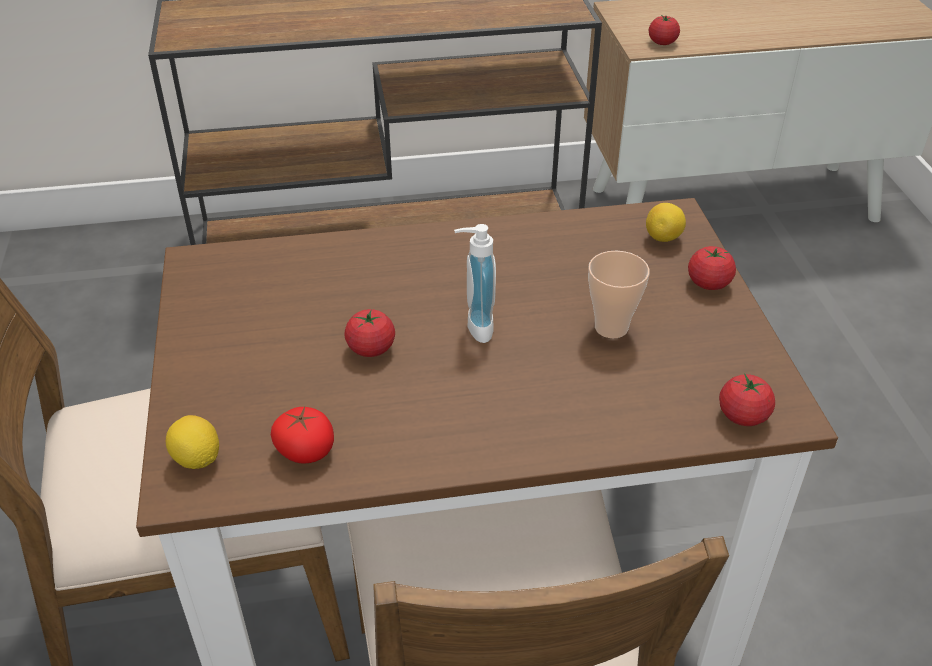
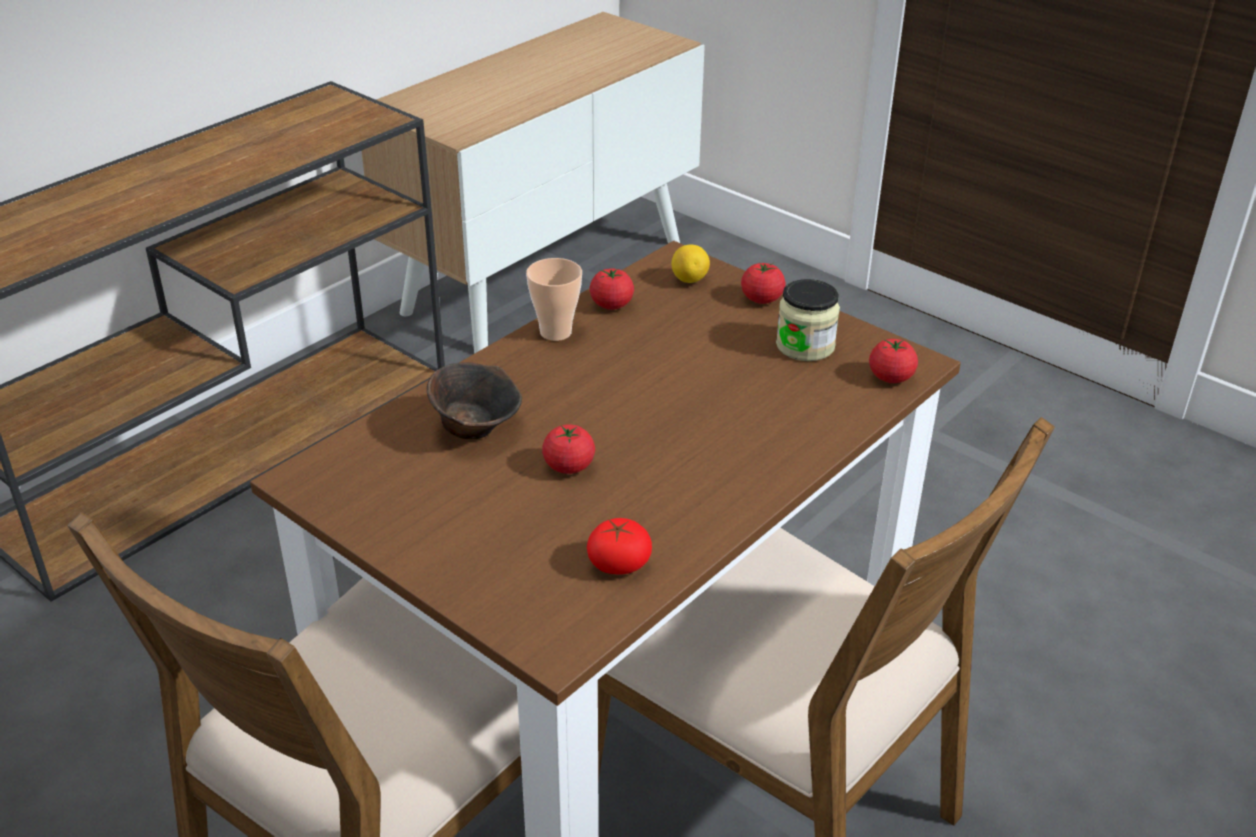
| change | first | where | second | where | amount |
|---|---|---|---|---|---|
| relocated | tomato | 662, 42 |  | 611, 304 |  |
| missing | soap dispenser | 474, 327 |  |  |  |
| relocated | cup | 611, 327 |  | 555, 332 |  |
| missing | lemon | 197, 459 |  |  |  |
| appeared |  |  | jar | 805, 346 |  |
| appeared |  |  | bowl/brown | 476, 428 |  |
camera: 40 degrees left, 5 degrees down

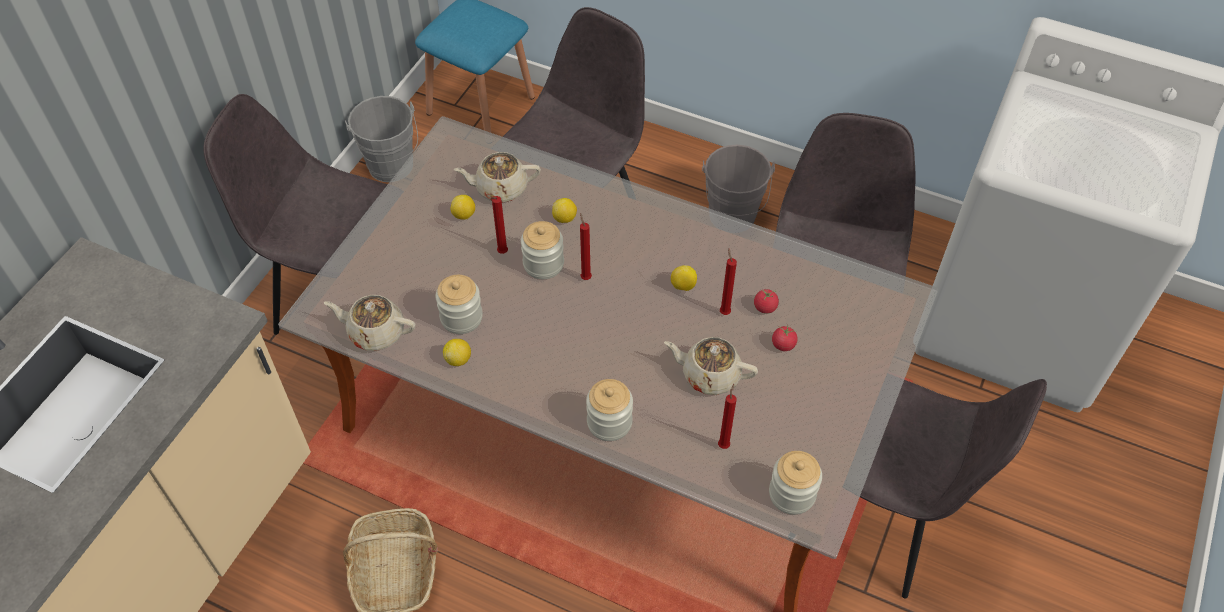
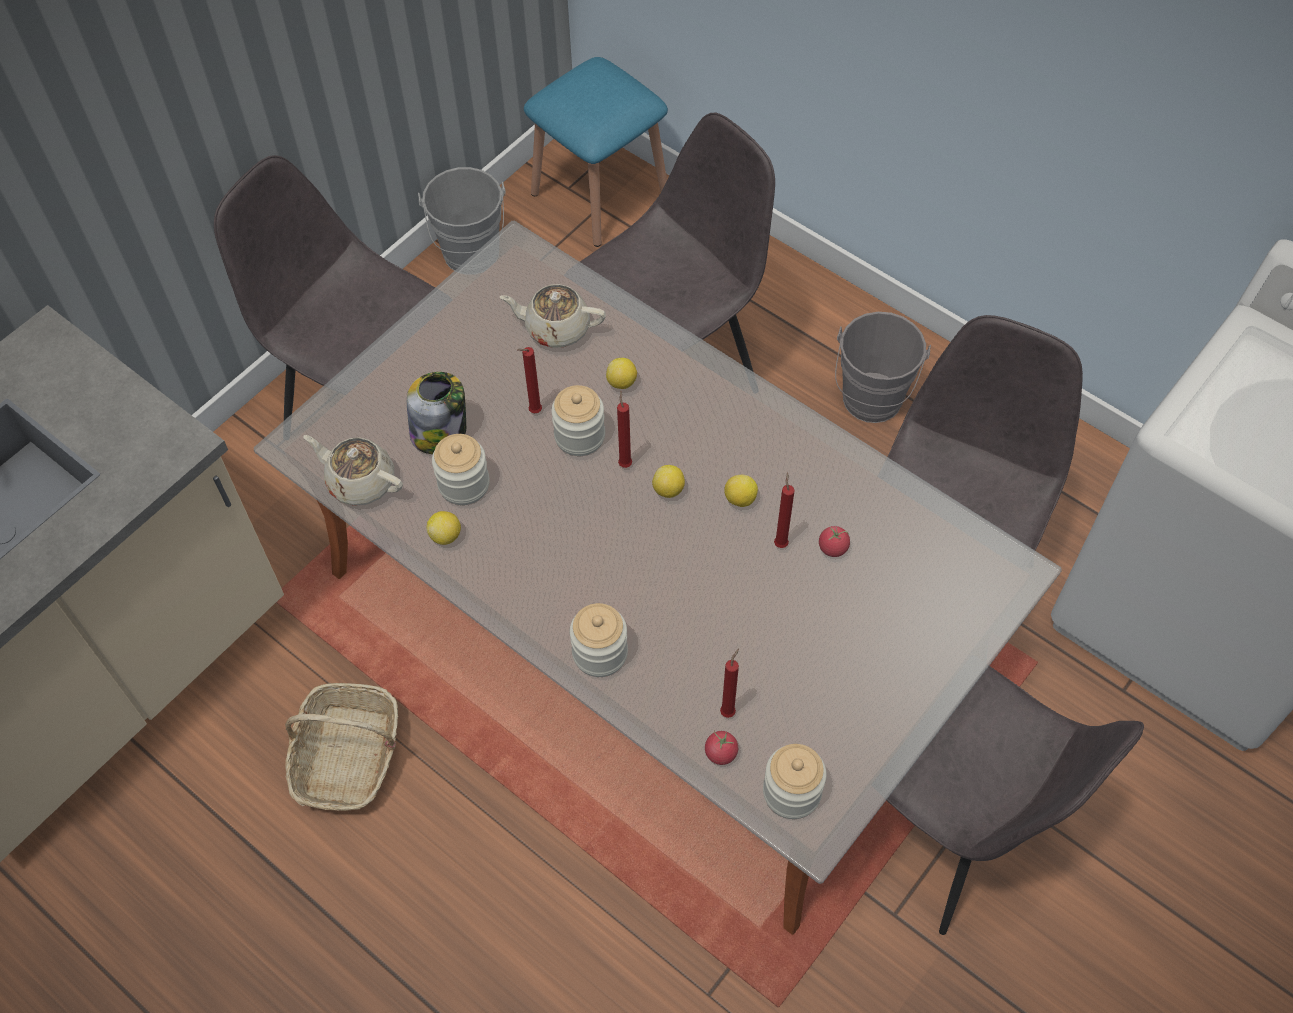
| change | first | where | second | where | amount |
|---|---|---|---|---|---|
| relocated | lemon | 464, 215 |  | 668, 490 |  |
| relocated | tomato | 783, 344 |  | 721, 753 |  |
| missing | teapot/beige | 709, 375 |  |  |  |
| appeared |  |  | jar | 440, 432 |  |
camera: 15 degrees right, 5 degrees up

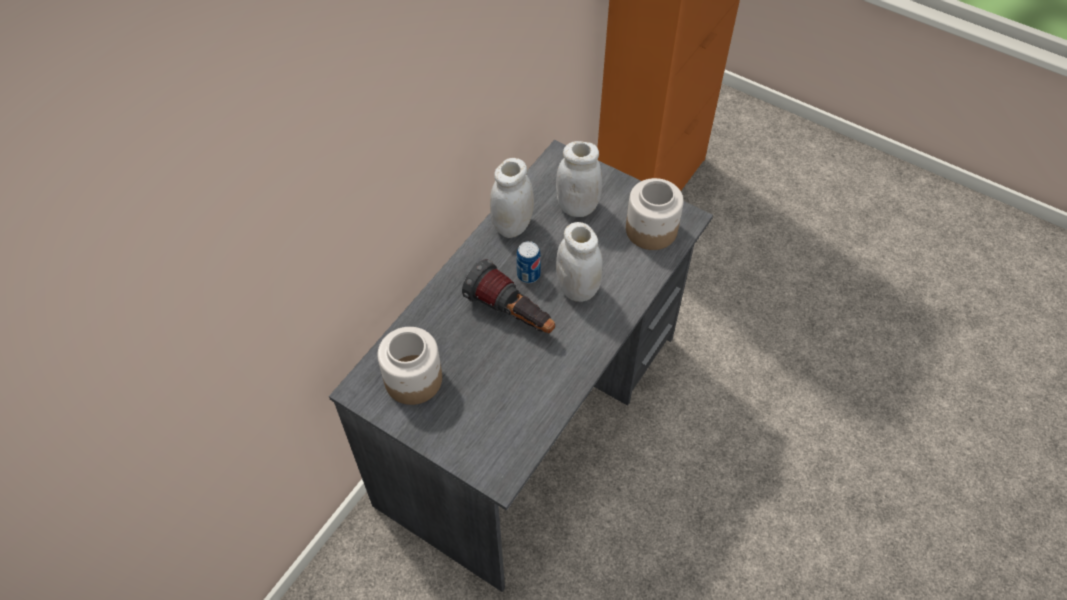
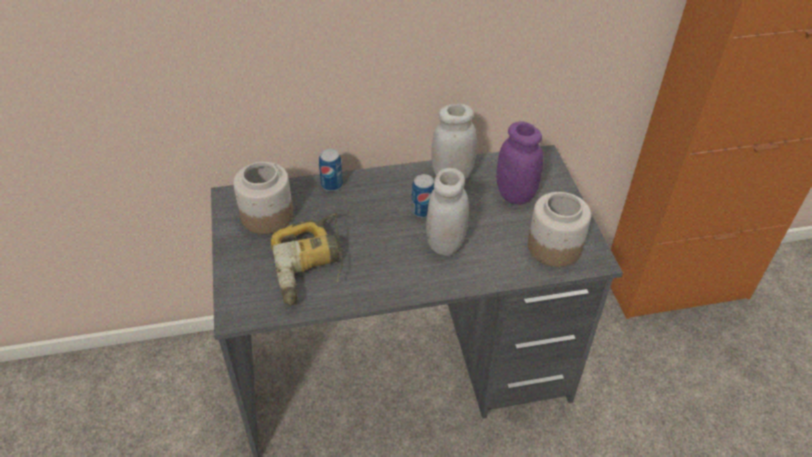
| change | first | where | second | where | amount |
|---|---|---|---|---|---|
| colour | jar/white | 577, 207 | jar/purple | 515, 194 |  |
| missing | flashlight | 512, 314 |  |  |  |
| appeared |  |  | can | 332, 185 |  |
| appeared |  |  | power drill | 311, 266 |  |
camera: 45 degrees right, 10 degrees down

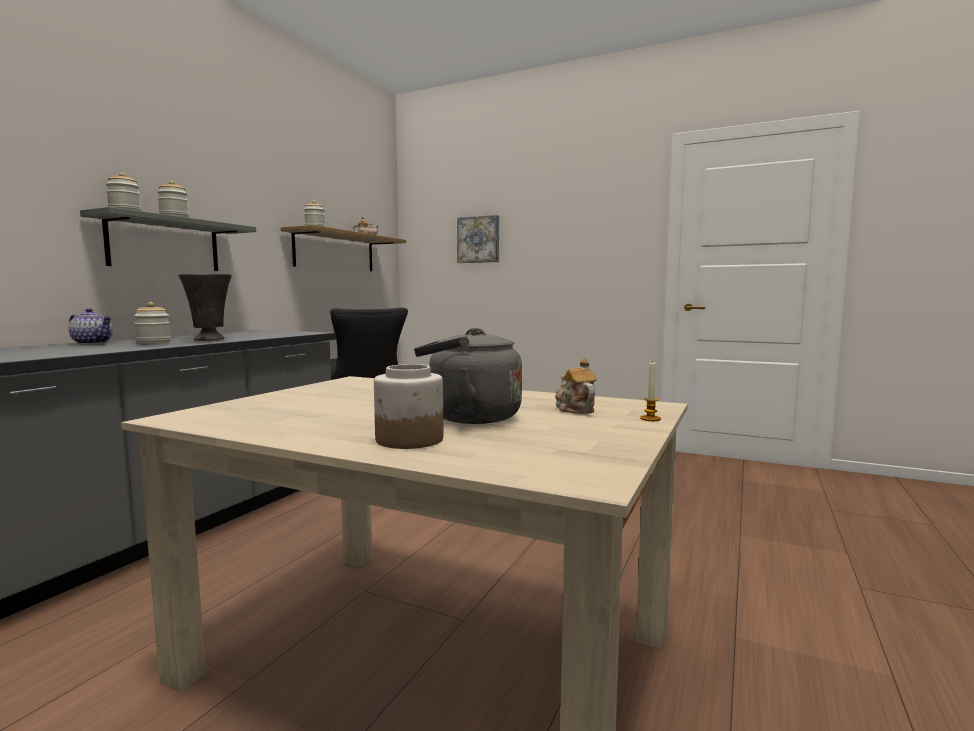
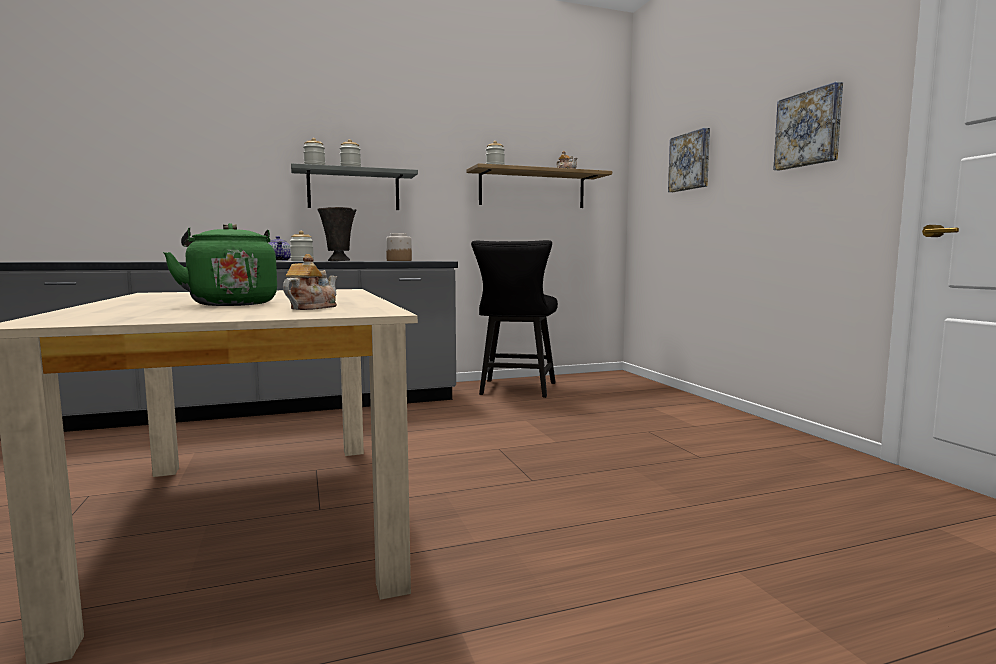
| change | first | where | second | where | amount |
|---|---|---|---|---|---|
| colour | kettle/grey | 468, 417 | kettle/green | 231, 304 |  |
| missing | candle | 650, 419 |  |  |  |
| relocated | jar | 409, 440 |  | 398, 261 |  |
| appeared |  |  | picture | 809, 129 |  |
camera: 45 degrees right, 0 degrees up

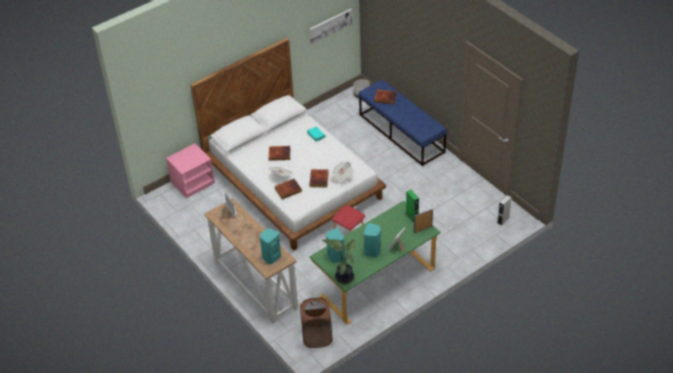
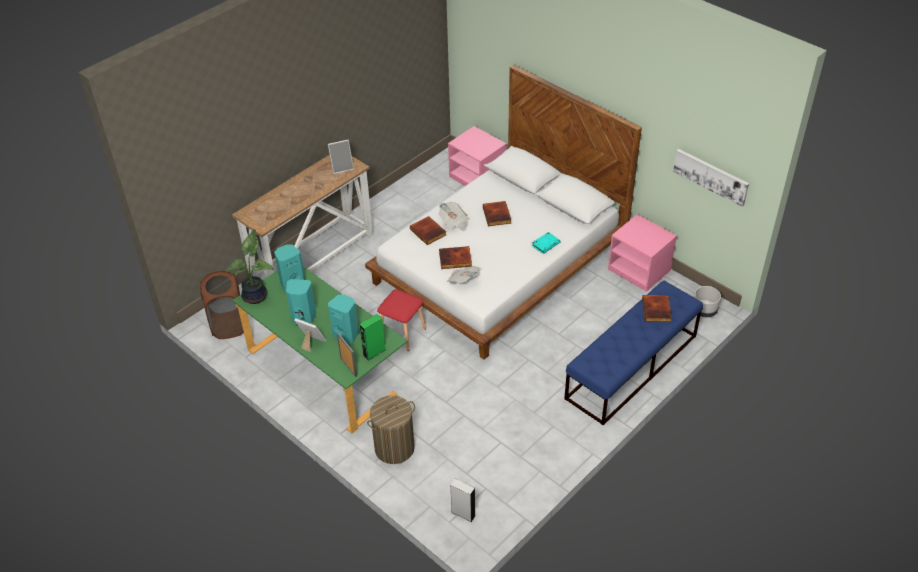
| change | first | where | second | where | amount |
|---|---|---|---|---|---|
| relocated | speaker/turquoise | 271, 257 |  | 346, 334 |  |
| appeared |  |  | nightstand/pink | 640, 270 |  |
| appeared |  |  | laundry basket | 394, 448 |  |
camera: 80 degrees right, 0 degrees up

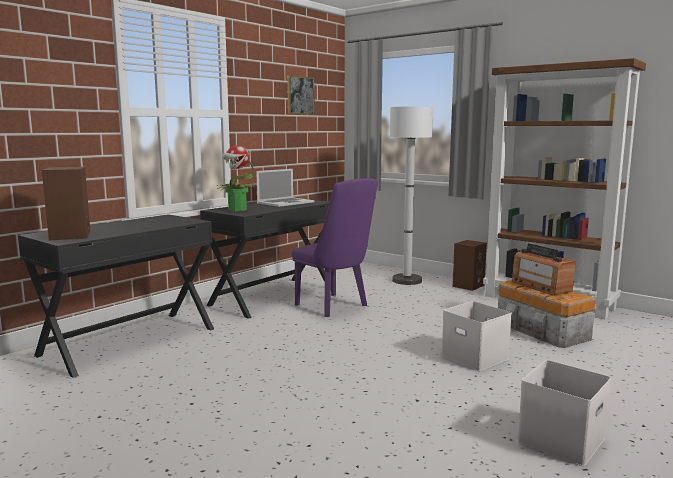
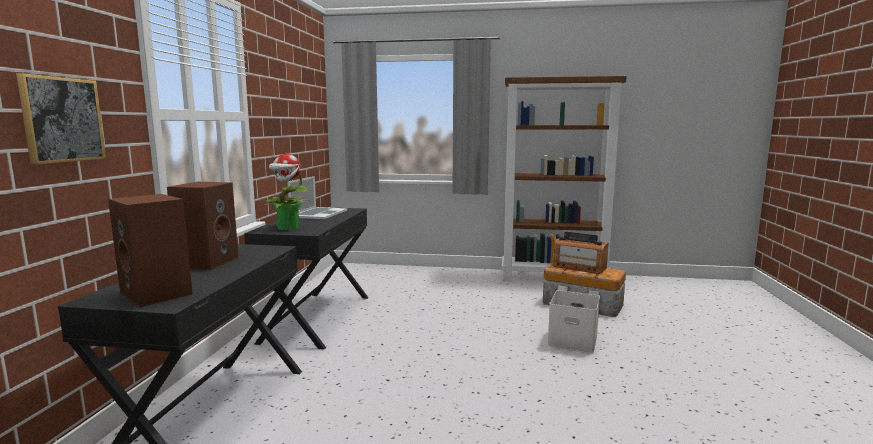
| change | first | where | second | where | amount |
|---|---|---|---|---|---|
| relocated | picture | 300, 95 |  | 62, 120 |  |
| missing | floor lamp/white | 407, 280 |  |  |  |
| missing | chair/purple | 335, 306 |  |  |  |
| relocated | speaker/brown | 468, 285 |  | 207, 262 |  |
| missing | storage box/white | 562, 441 |  |  |  |
camera: 30 degrees left, 0 degrees up

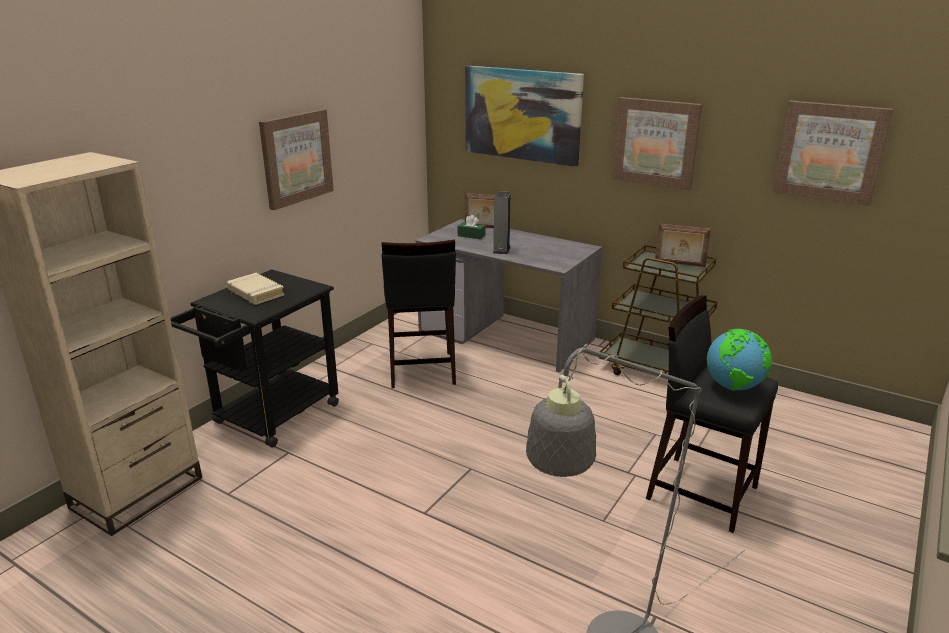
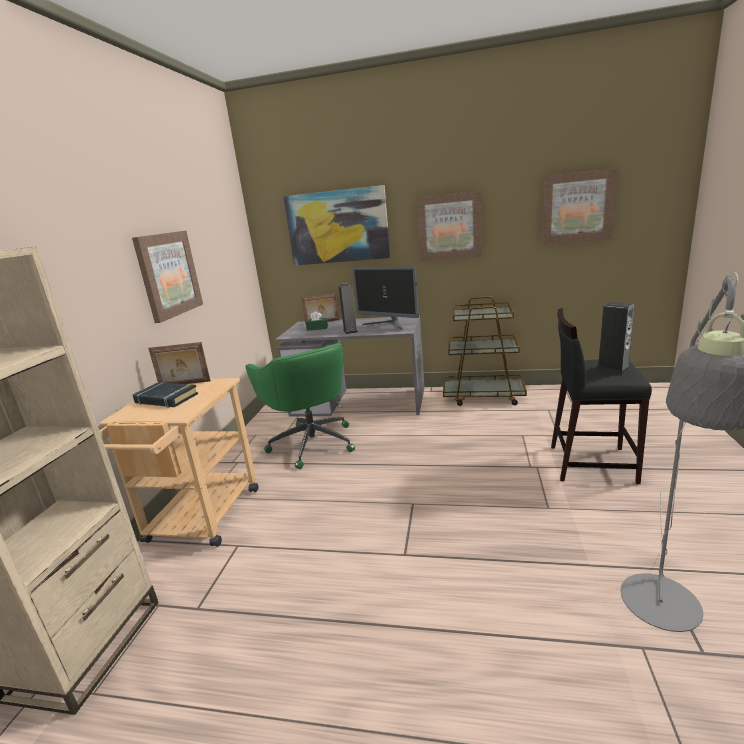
| change | first | where | second | where | amount |
|---|---|---|---|---|---|
| relocated | picture frame | 679, 264 |  | 184, 384 |  |
| exchanged | stool/black | 421, 370 | office chair/green | 312, 442 |  |
| colour | cart/black | 269, 418 | cart/beige | 199, 521 |  |
| colour | book/beige | 255, 293 | book/black | 166, 399 |  |
| exchanged | globe | 734, 387 | speaker | 613, 369 |  |
| appeared |  |  | monitor | 389, 324 |  |
camera: 20 degrees left, 5 degrees down

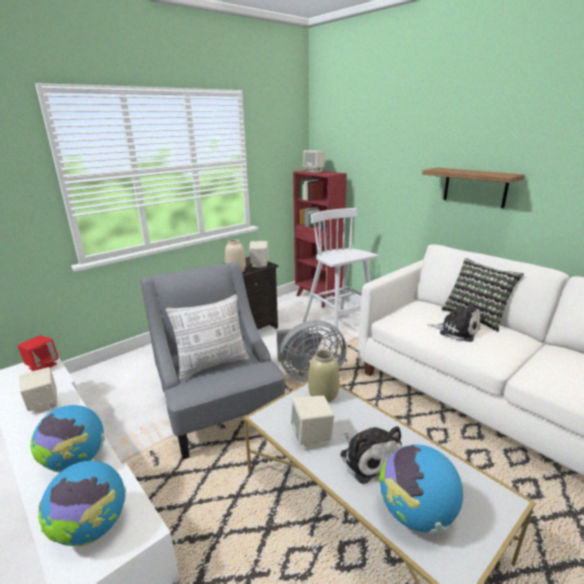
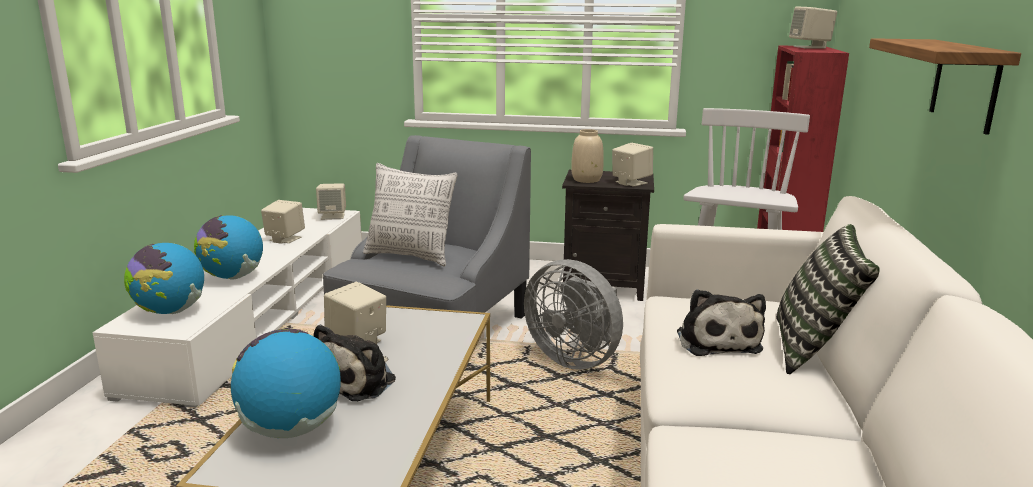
| change | first | where | second | where | amount |
|---|---|---|---|---|---|
| colour | speaker/red | 42, 366 | speaker/beige | 333, 216 |  |
| missing | vase/beige | 323, 395 |  |  |  |
camera: 50 degrees right, 5 degrees down

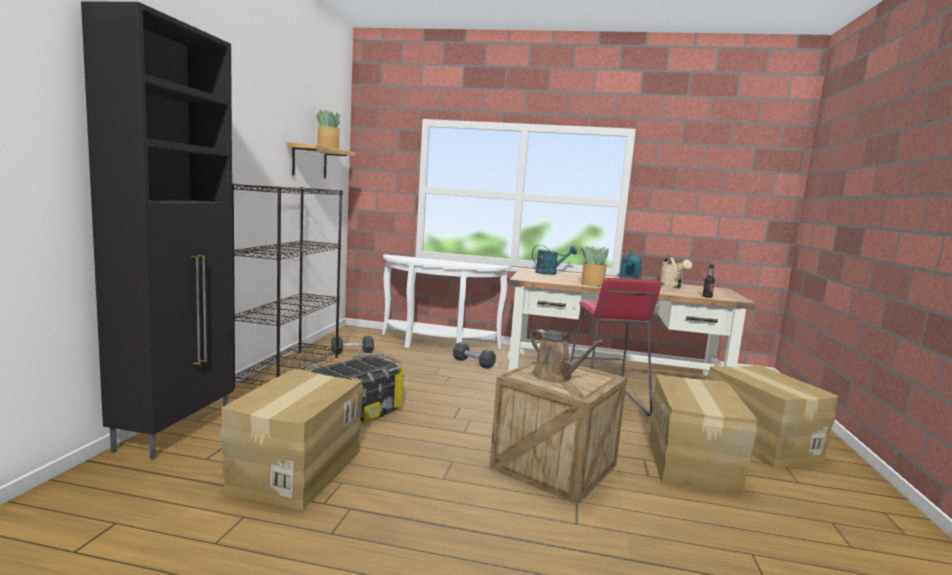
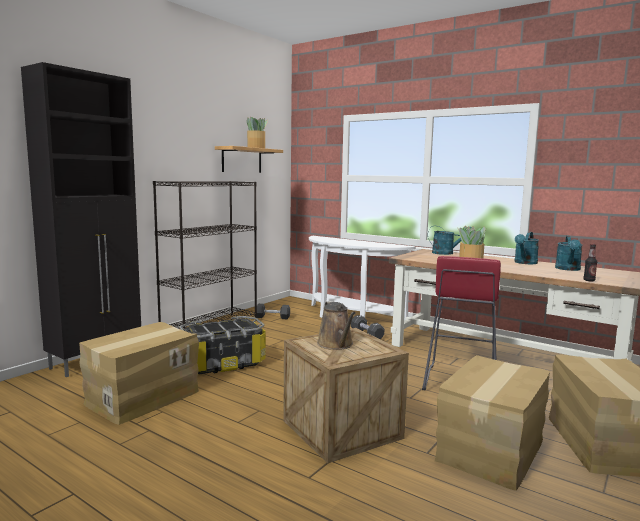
| change | first | where | second | where | amount |
|---|---|---|---|---|---|
| colour | watering can/beige | 672, 287 | watering can/turquoise | 568, 269 |  |
camera: 25 degrees right, 0 degrees up

